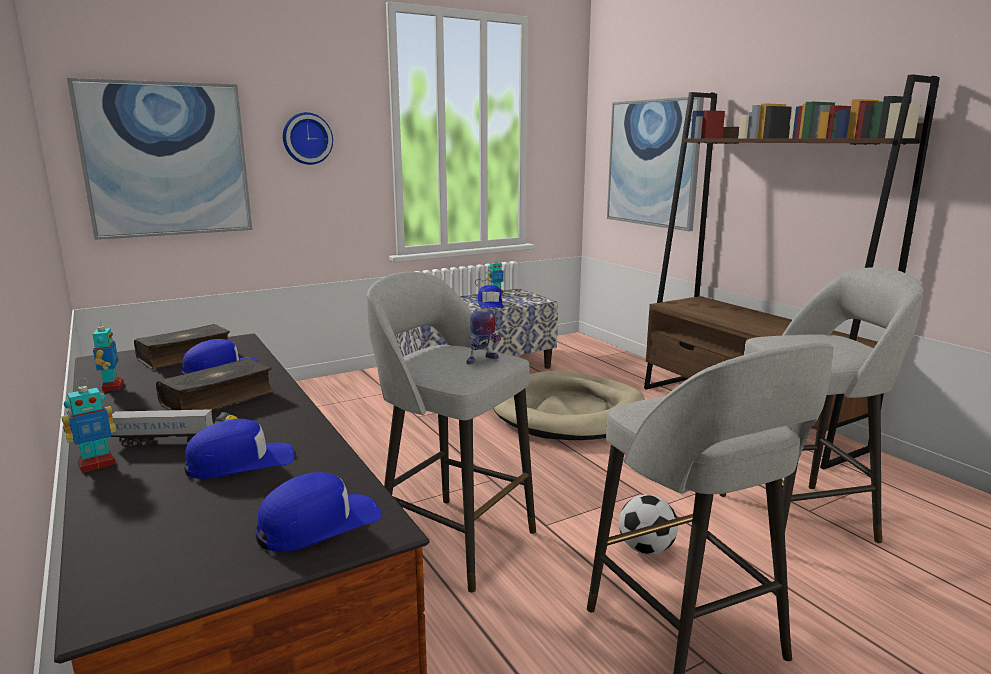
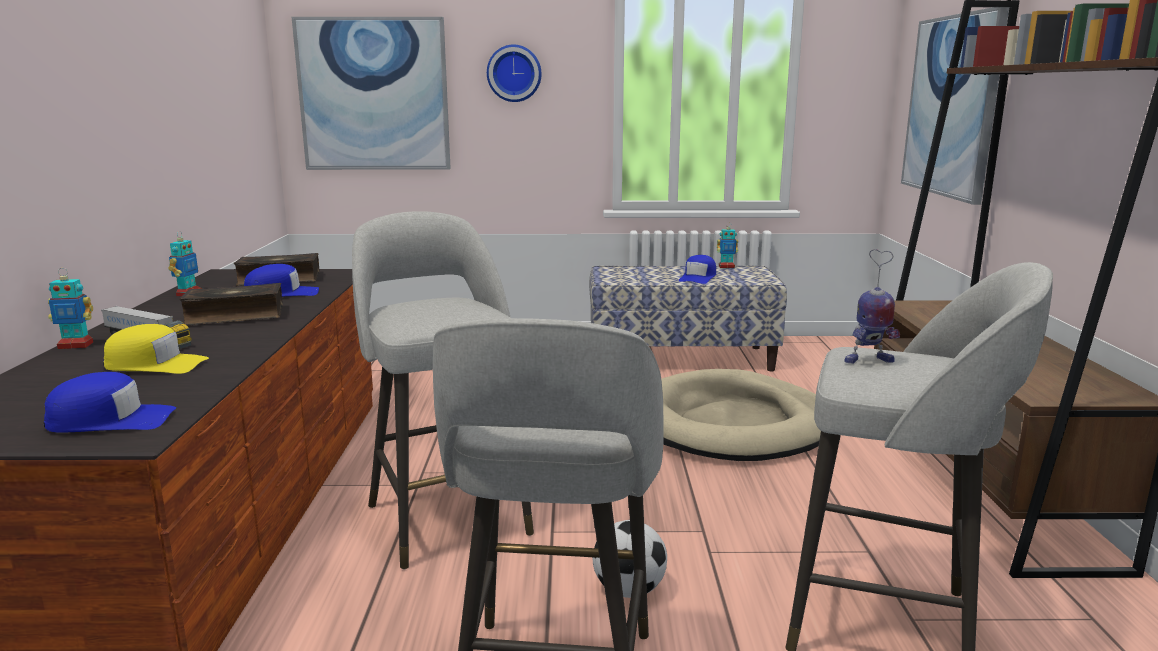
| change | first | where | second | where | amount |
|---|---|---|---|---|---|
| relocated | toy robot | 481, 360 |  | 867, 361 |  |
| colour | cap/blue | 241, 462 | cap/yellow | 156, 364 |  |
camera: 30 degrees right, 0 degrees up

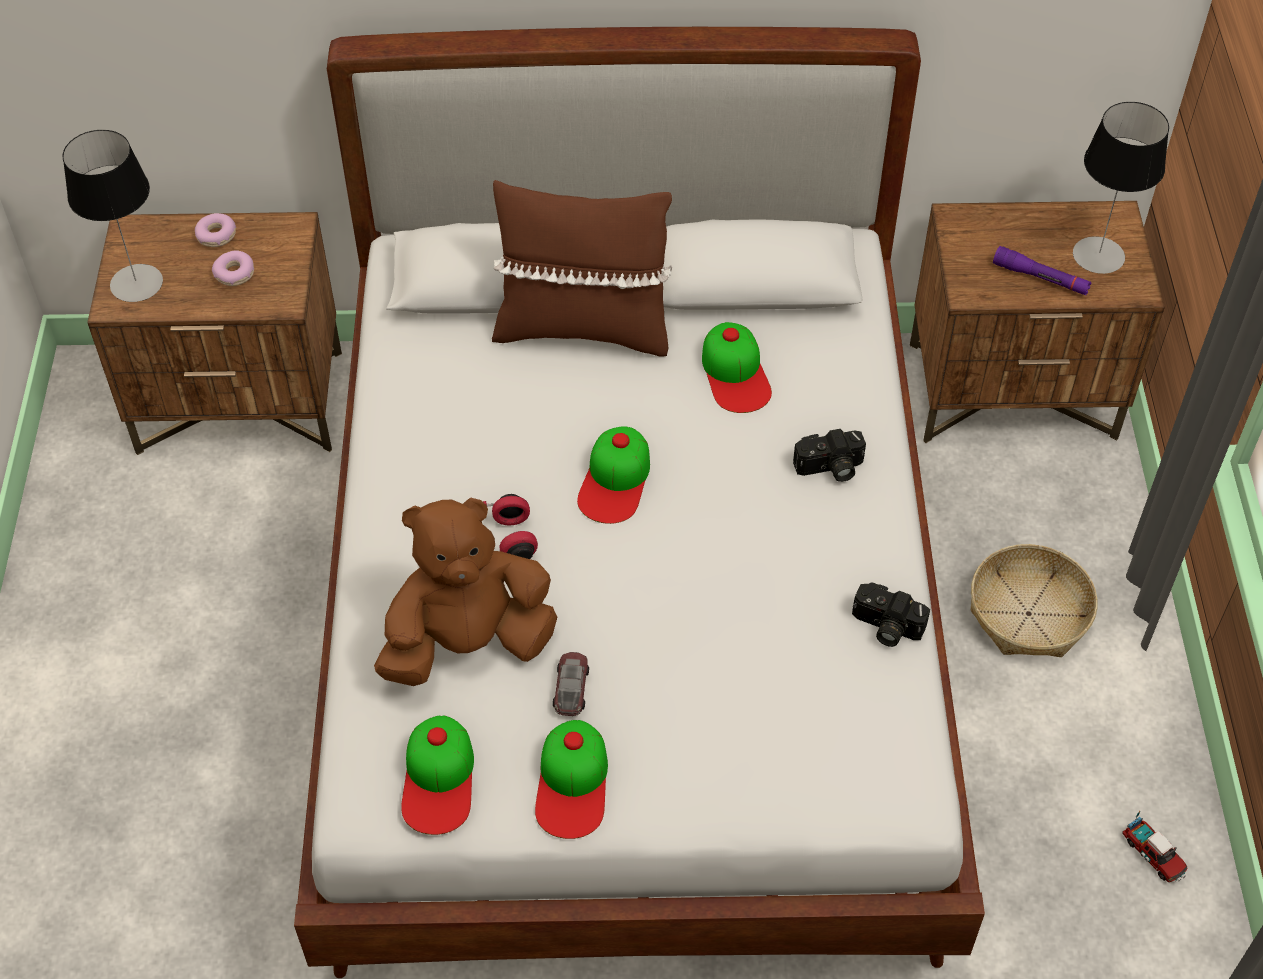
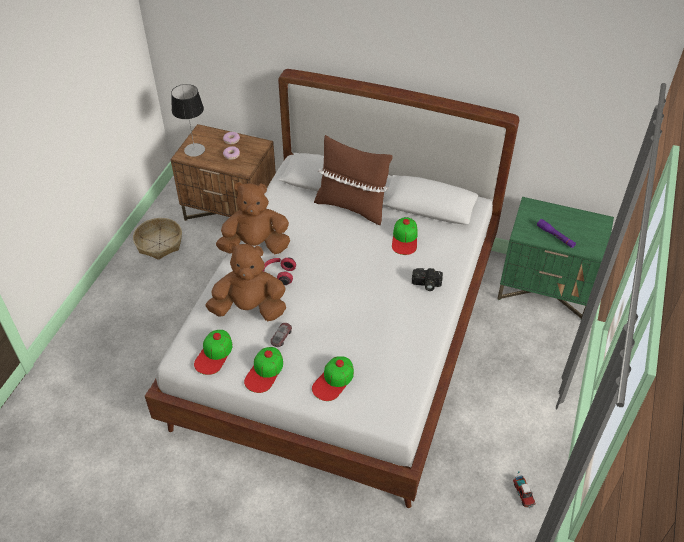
| change | first | where | second | where | amount |
|---|---|---|---|---|---|
| missing | table lamp | 1098, 255 |  |  |  |
| colour | nightstand/brown | 1013, 390 | nightstand/green | 545, 289 |  |
| relocated | cap | 615, 480 |  | 333, 381 |  |
| relocated | basket | 1029, 614 |  | 159, 244 |  |
| missing | photo camera | 885, 627 |  |  |  |
| appeared |  |  | plush toy/brown | 255, 245 |  |
camera: 20 degrees right, 5 degrees down

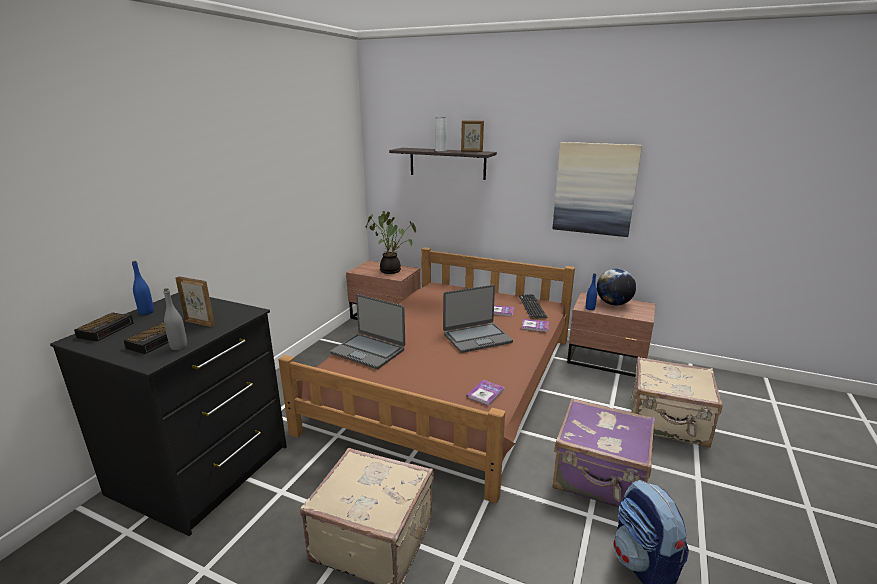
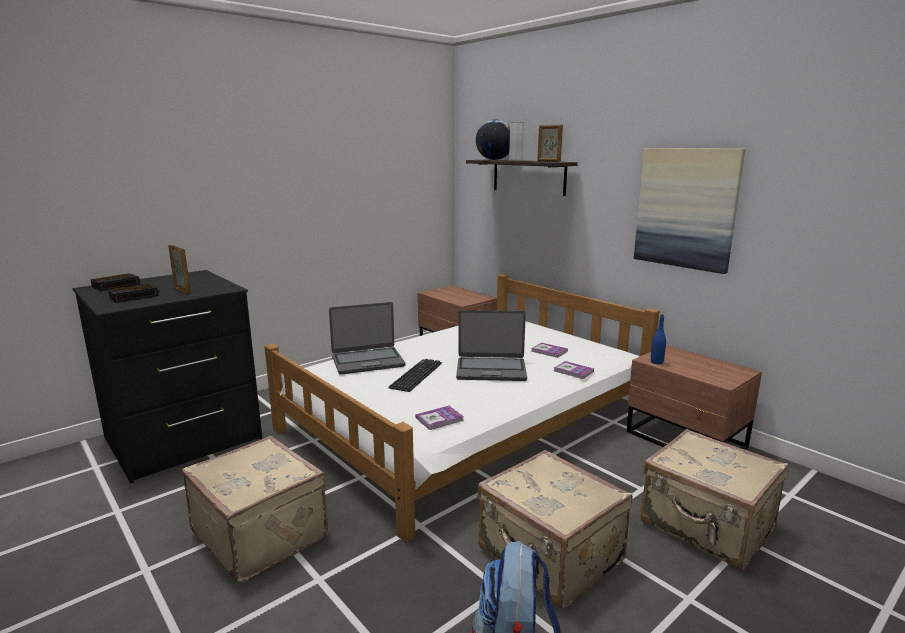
| change | first | where | second | where | amount |
|---|---|---|---|---|---|
| missing | potted plant | 391, 270 |  |  |  |
| colour | bed/brown | 450, 381 | bed/white | 467, 420 |  |
| missing | bottle/blue | 146, 312 |  |  |  |
| relocated | globe | 613, 304 |  | 494, 160 |  |
| missing | bottle/grey | 179, 347 |  |  |  |
| spun | laptop | 368, 351 |  | 367, 361 | 75 degrees counterclockwise |
| relocated | keyboard | 532, 306 |  | 416, 375 |  |
| colour | suitcase/purple | 600, 479 | suitcase/beige | 549, 557 |  |
camera: 25 degrees right, 5 degrees down

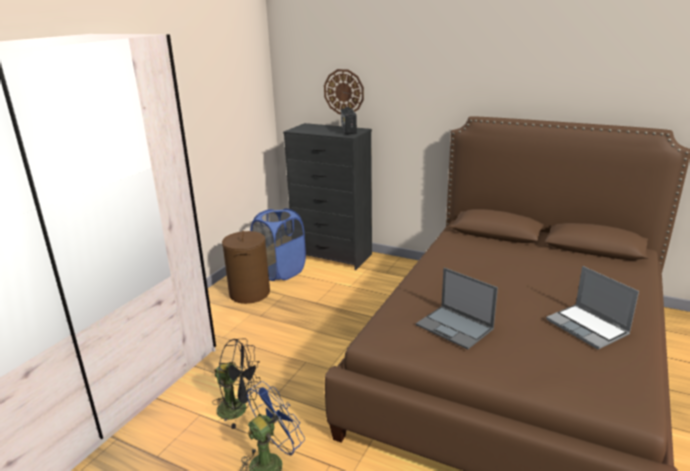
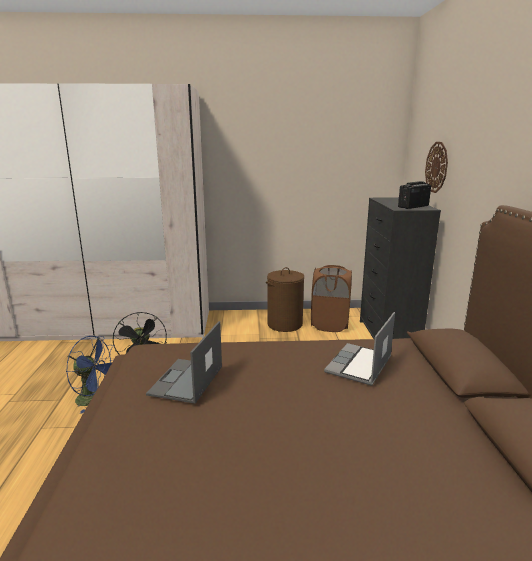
| change | first | where | second | where | amount |
|---|---|---|---|---|---|
| colour | laundry basket/blue | 280, 272 | laundry basket/brown | 330, 324 |  |
| relocated | laptop | 588, 328 |  | 359, 366 |  |
camera: 60 degrees right, 5 degrees down

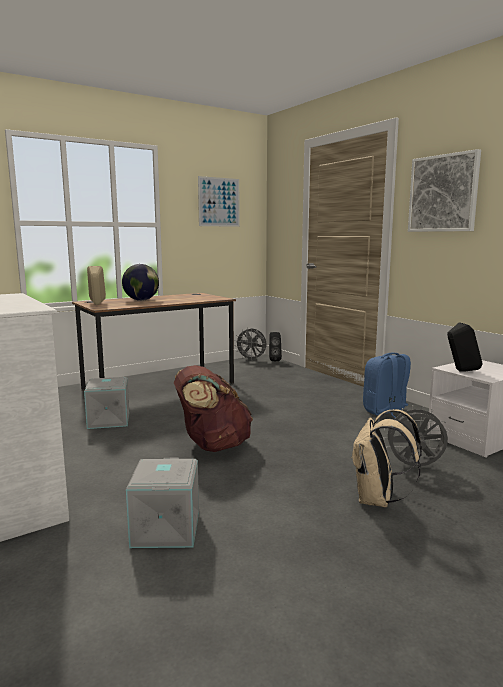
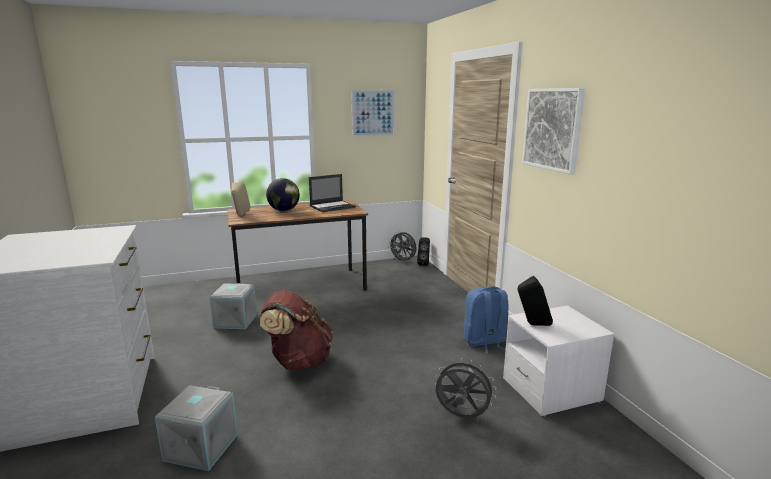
| change | first | where | second | where | amount |
|---|---|---|---|---|---|
| missing | backpack/beige | 378, 500 |  |  |  |
| appeared |  |  | laptop | 333, 206 |  |
camera: 15 degrees right, 5 degrees up

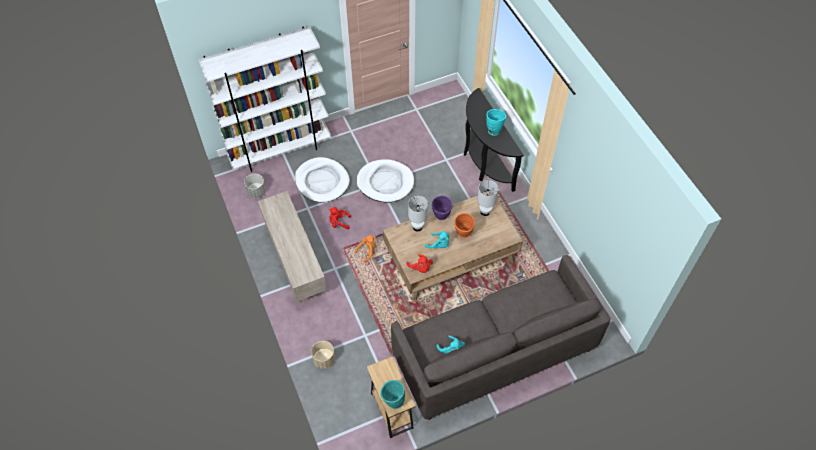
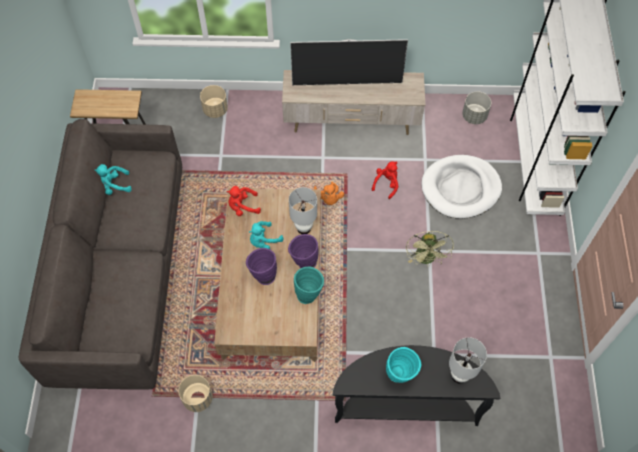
| change | first | where | second | where | amount |
|---|---|---|---|---|---|
| exchanged | dog bed/white | 385, 182 | fan/green | 426, 259 |  |
| relocated | table lamp/white | 484, 211 |  | 459, 375 |  |
| colour | vase/orange | 463, 235 | vase/purple | 262, 275 |  |
| relocated | vase/turquoise | 392, 401 |  | 309, 293 |  |
| appeared |  |  | television | 347, 83 |  |
| appeared |  |  | planter/beige | 198, 398 |  |
camera: 115 degrees right, 5 degrees up

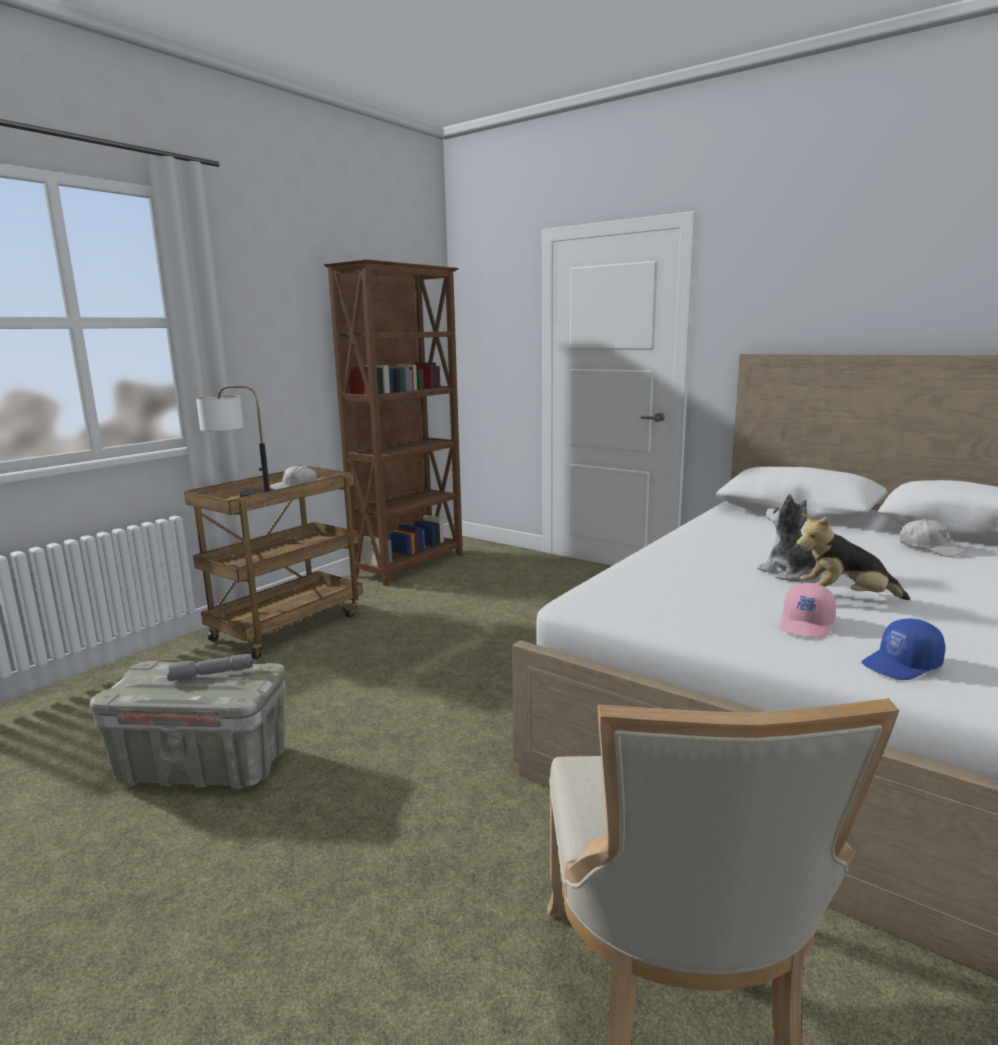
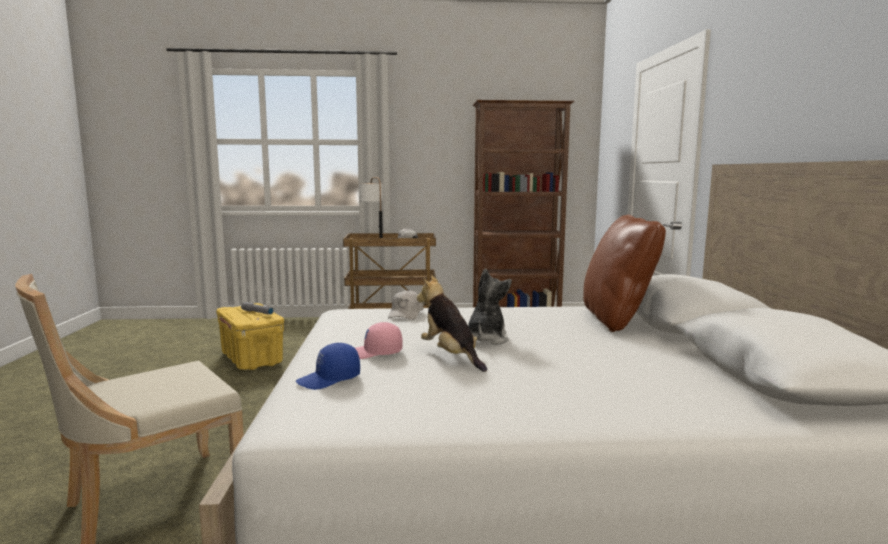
| change | first | where | second | where | amount |
|---|---|---|---|---|---|
| relocated | cap/white | 930, 548 |  | 406, 314 |  |
| spun | cap/blue | 902, 665 |  | 329, 379 | 60 degrees counterclockwise |
| colour | storage box/grey | 202, 767 | storage box/yellow | 251, 359 |  |
| appeared |  |  | pillow/brown | 617, 320 |  |
camera: 50 degrees right, 5 degrees down

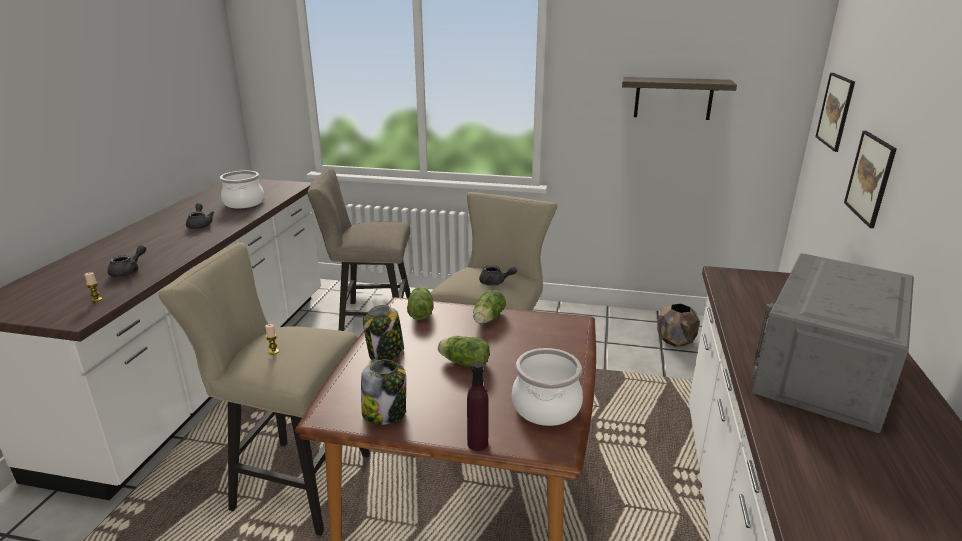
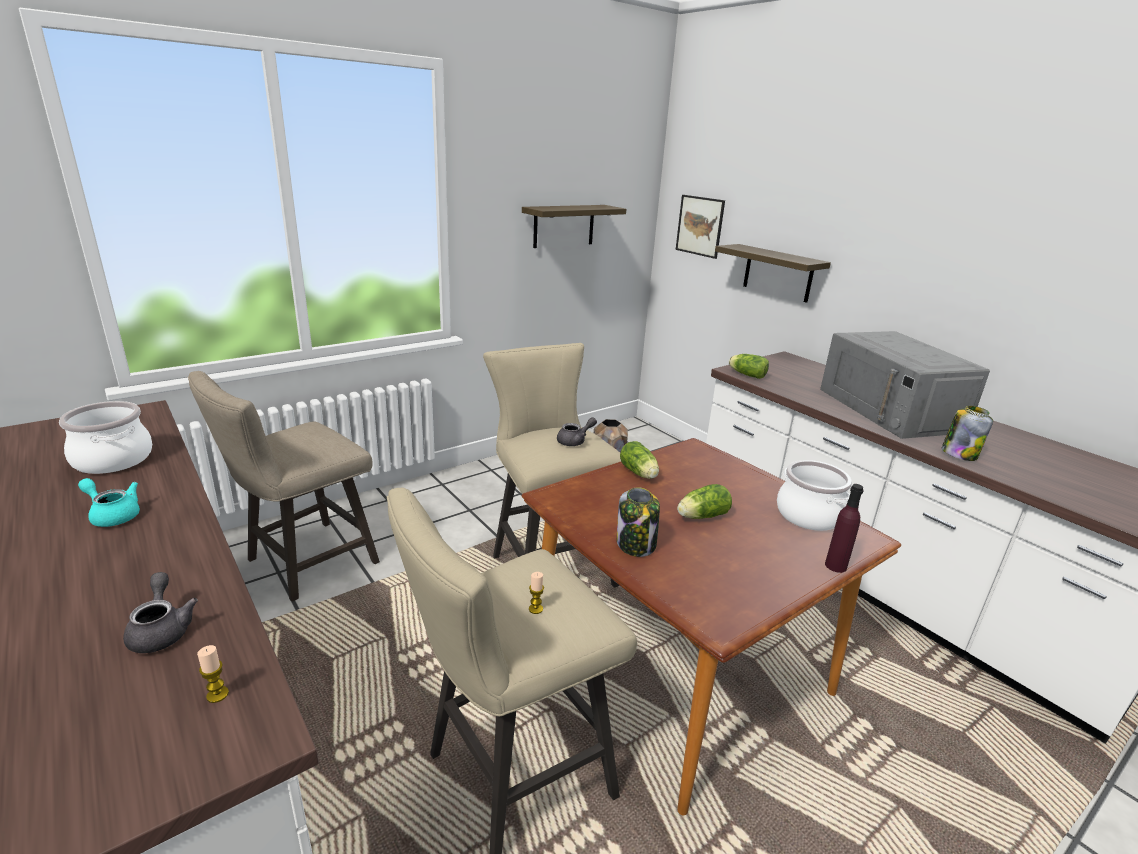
| change | first | where | second | where | amount |
|---|---|---|---|---|---|
| exchanged | picture | 870, 178 | shelf | 778, 273 |  |
| colour | teapot/grey | 200, 225 | teapot/turquoise | 113, 515 |  |
| relocated | lettuce | 421, 311 |  | 746, 374 |  |
| relocated | jar | 385, 413 |  | 959, 454 |  |
camera: 50 degrees left, 0 degrees up

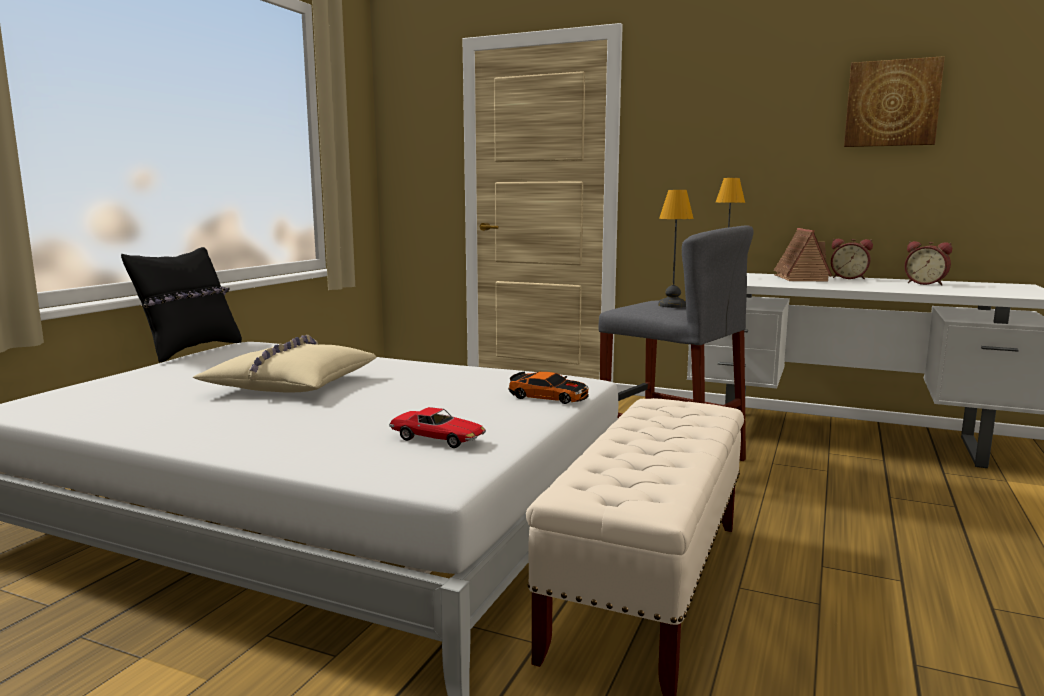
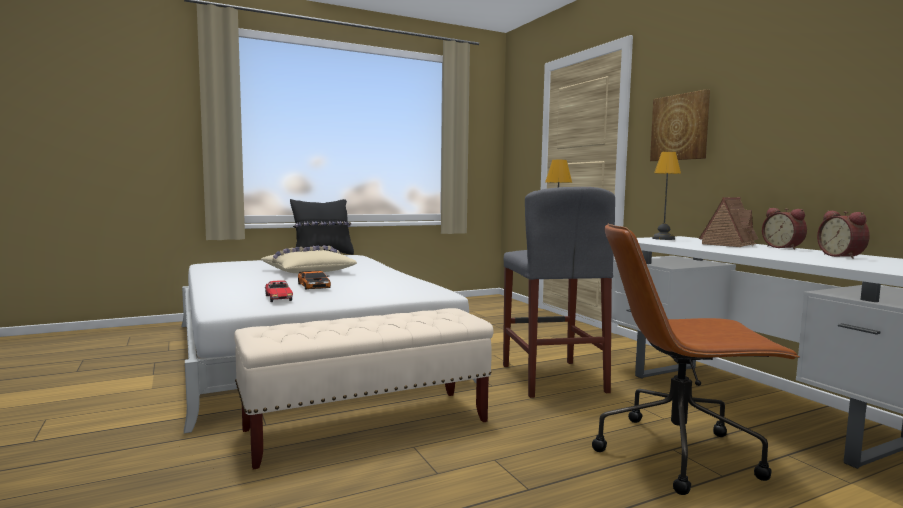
| change | first | where | second | where | amount |
|---|---|---|---|---|---|
| relocated | picture | 892, 103 |  | 680, 127 |  |
| relocated | toy car | 549, 396 |  | 315, 286 |  |
| appeared |  |  | office chair/brown | 679, 453 |  |
camera: 40 degrees right, 5 degrees down

